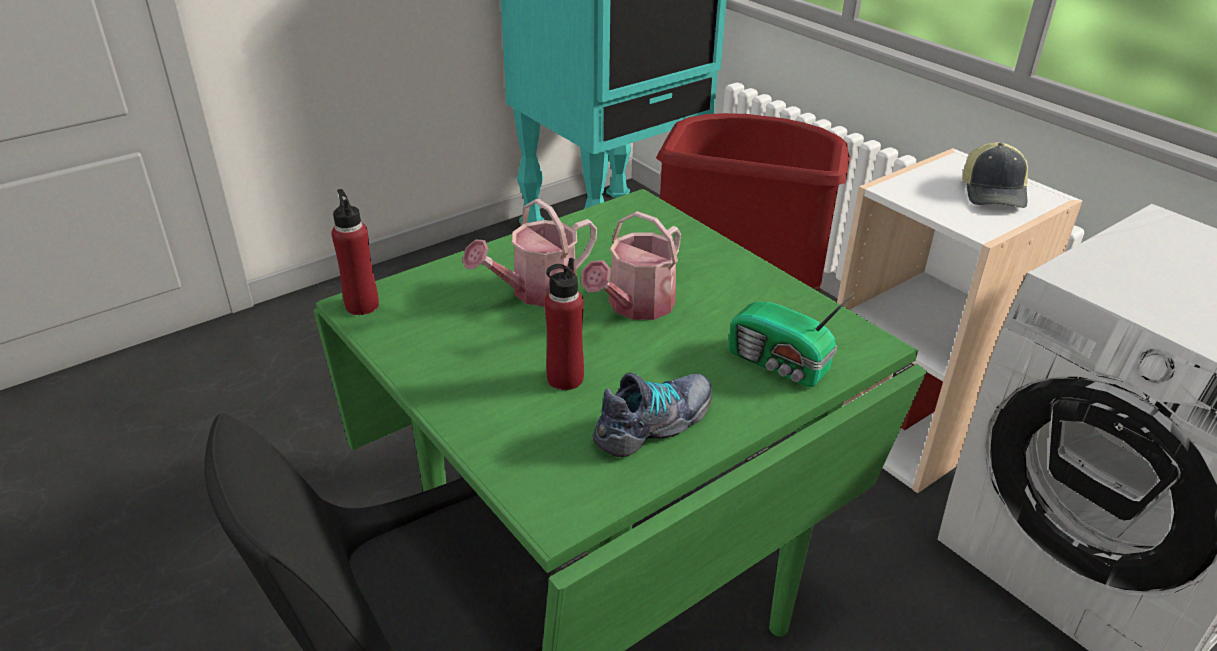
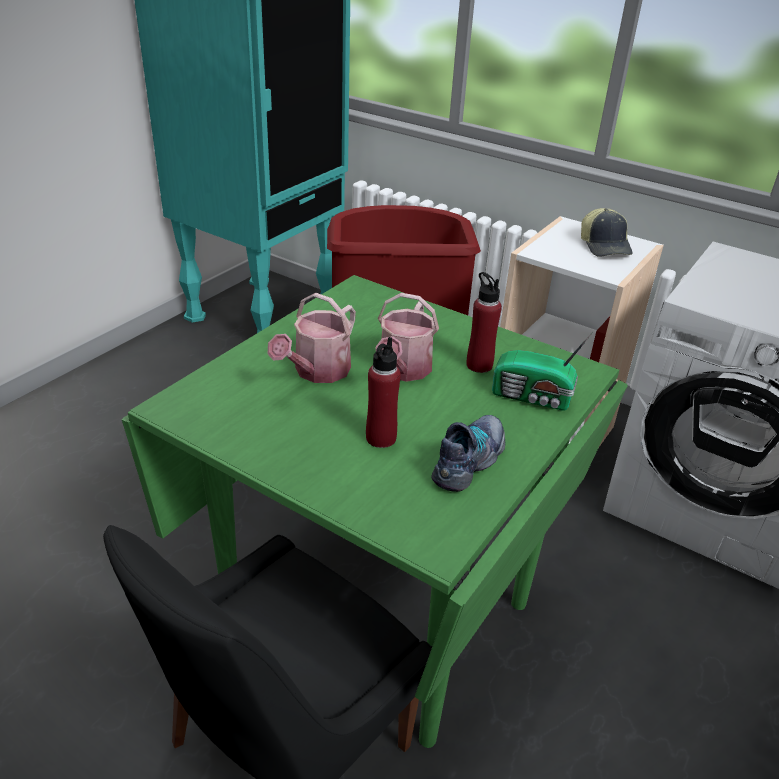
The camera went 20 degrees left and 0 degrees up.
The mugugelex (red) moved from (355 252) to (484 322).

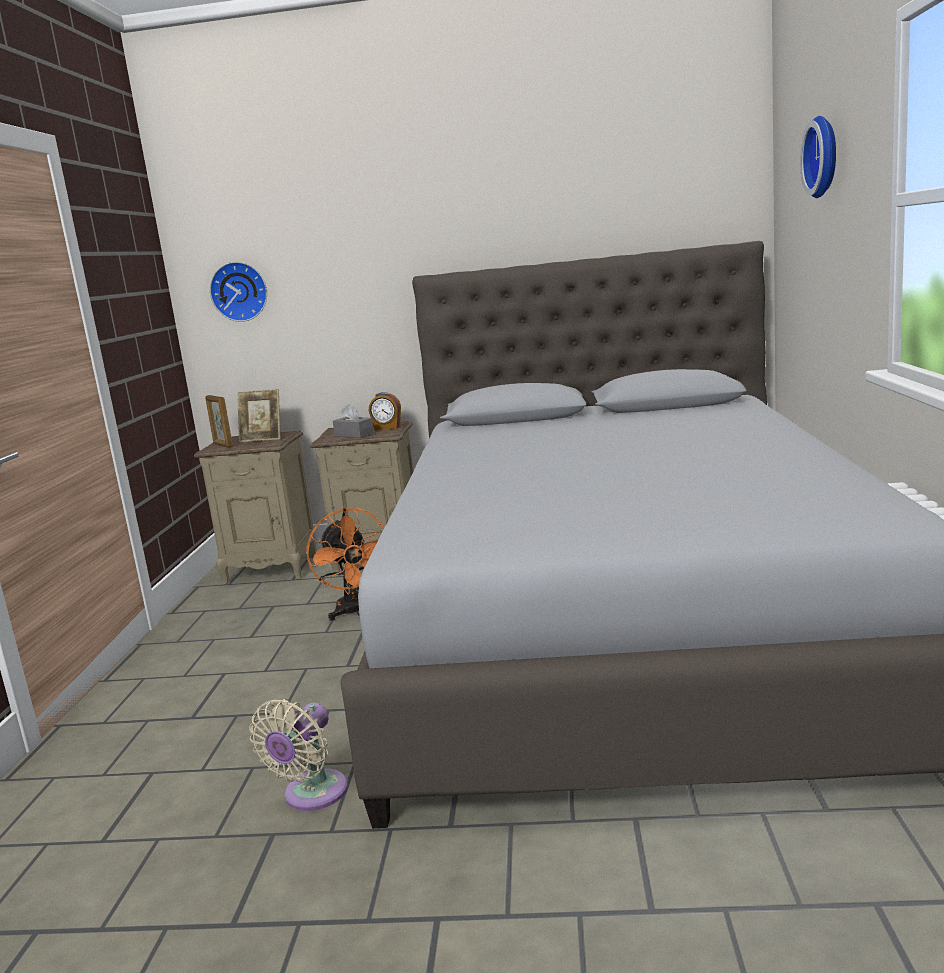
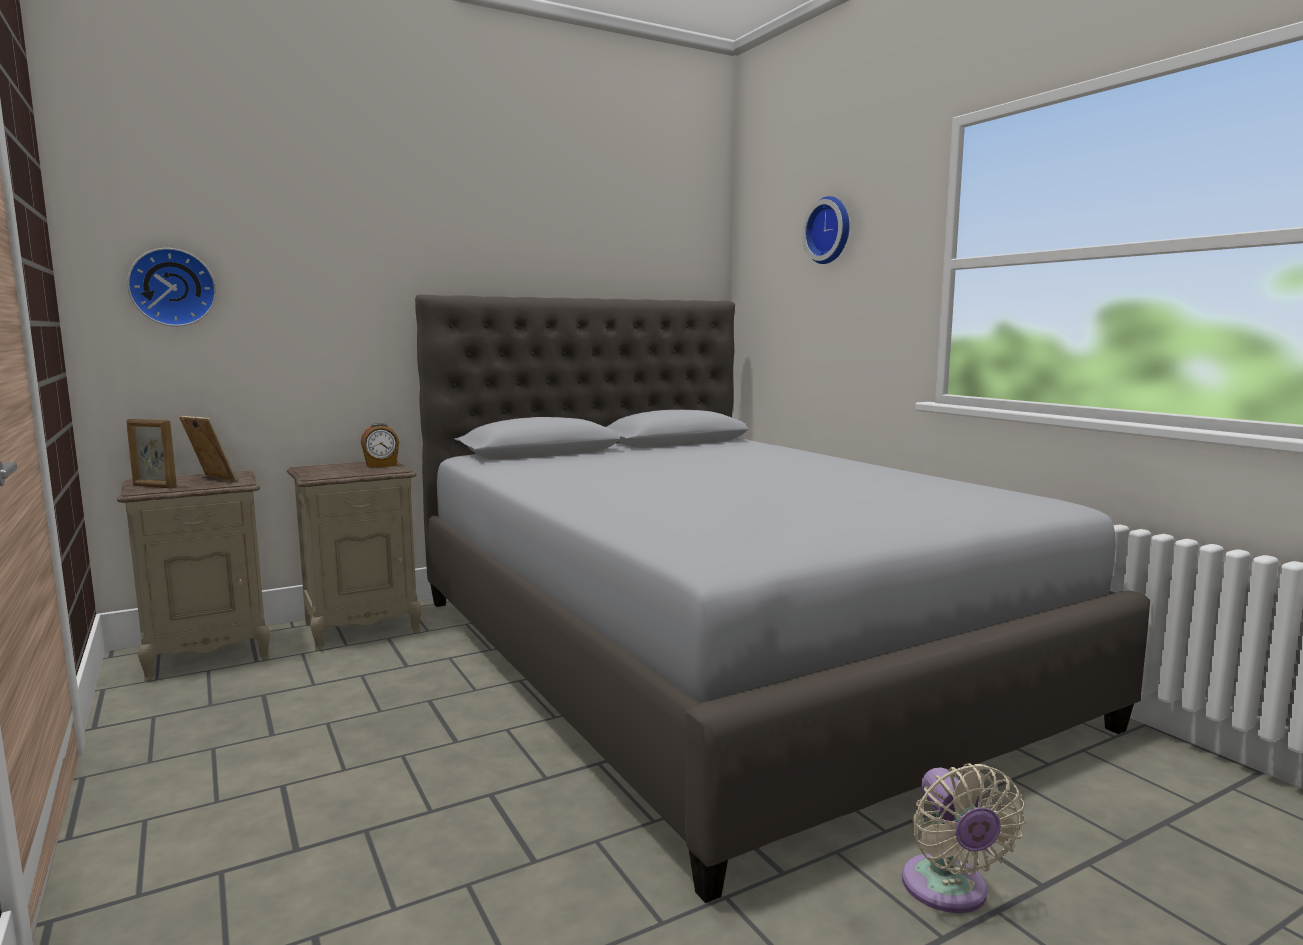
The camera went 35 degrees left and 5 degrees down.
The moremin at (259 415) turned 120 degrees counterclockwise.
The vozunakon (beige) moved from (298 755) to (964 838).
The vozunakon (orange) at (345 564) disappeared.
The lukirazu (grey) at (353 421) disappeared.

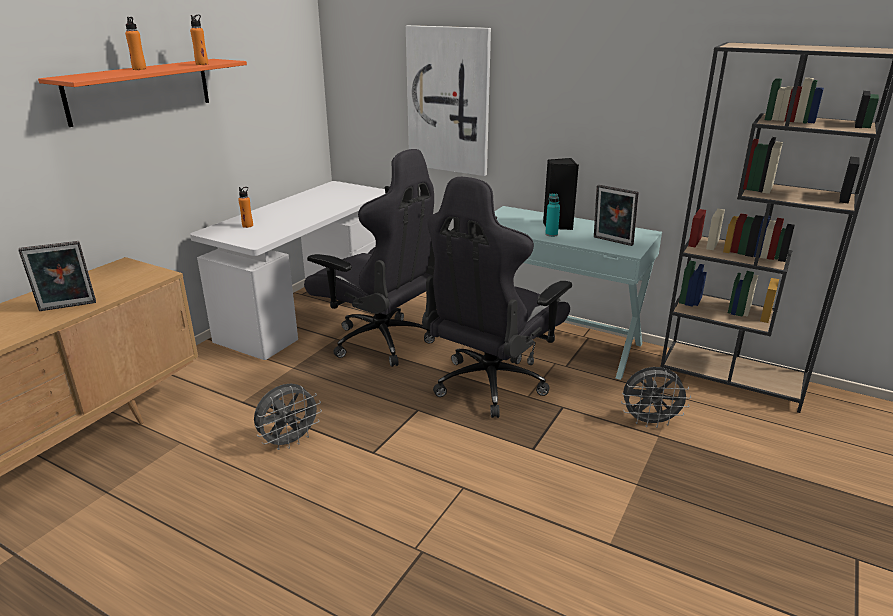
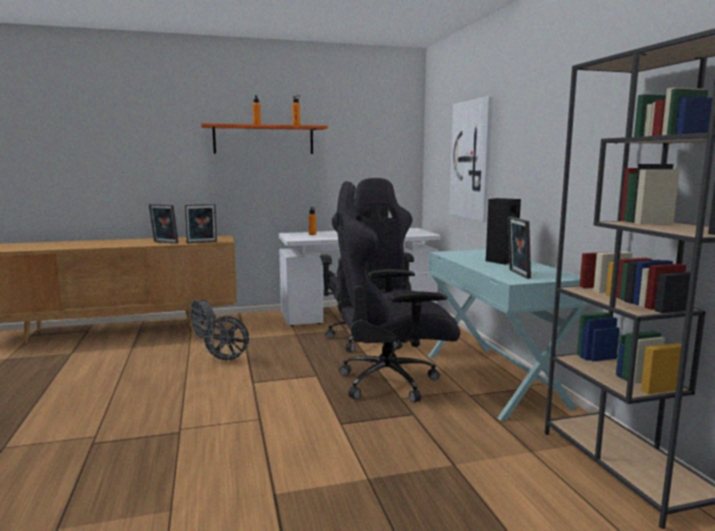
The camera went 45 degrees right and 15 degrees down.
The mugugelex (turquoise) at (552 215) disappeared.
The vozunakon (grey) moved from (656 397) to (202 319).
The moremin at (201 223) appeared.

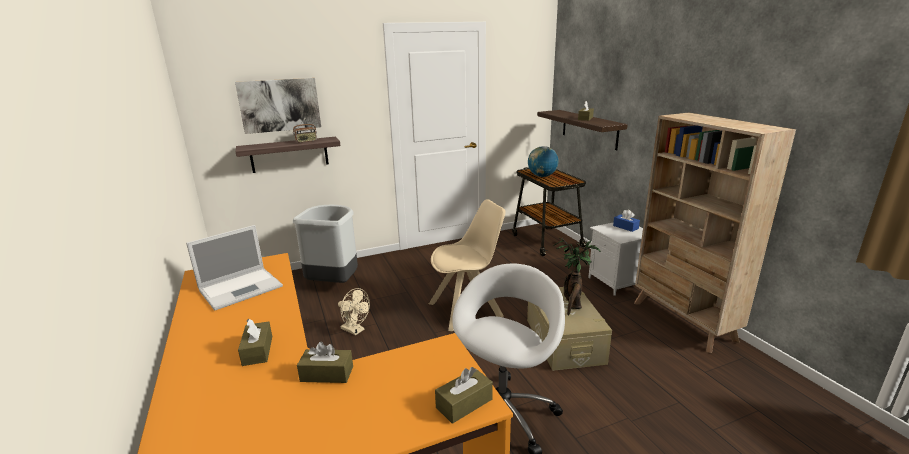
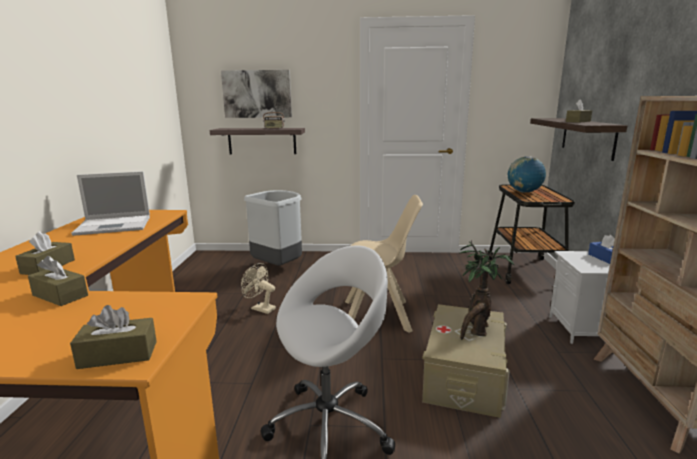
The camera went 25 degrees right and 5 degrees down.
The vozunakon (beige) at (354 312) turned 150 degrees clockwise.

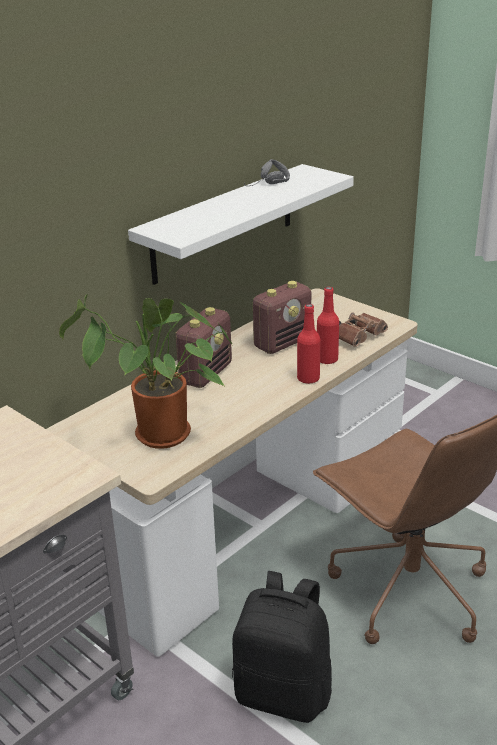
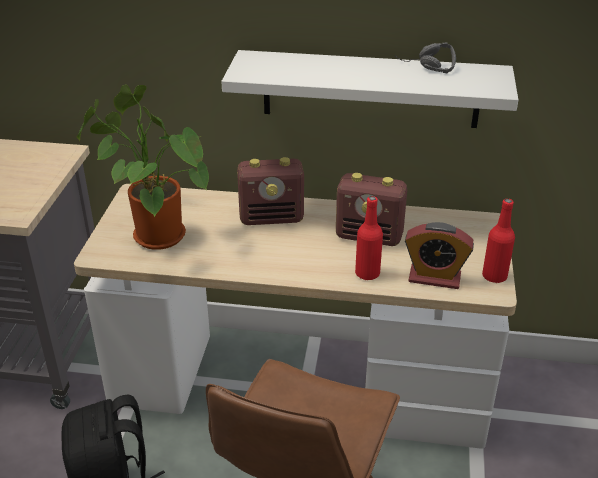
The camera went 55 degrees right and 5 degrees up.
The mugugelex (red) moved from (309 344) to (498 241).
The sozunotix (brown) at (363 329) was replaced by the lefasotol at (439 255).

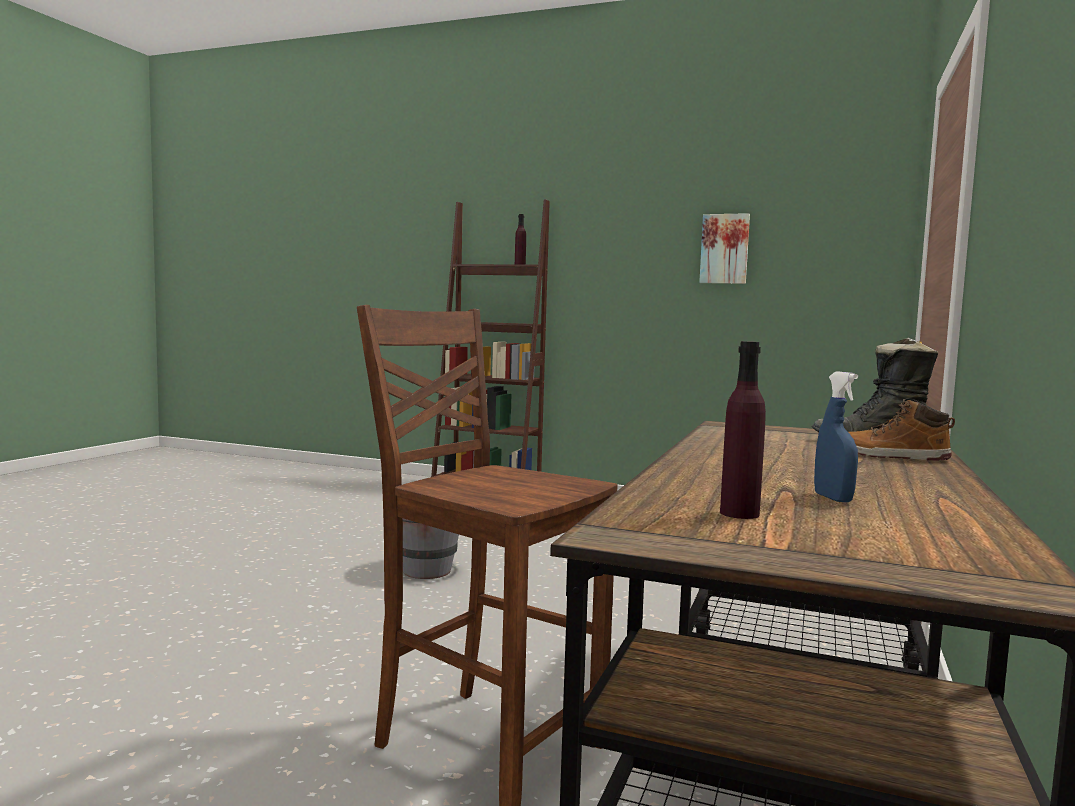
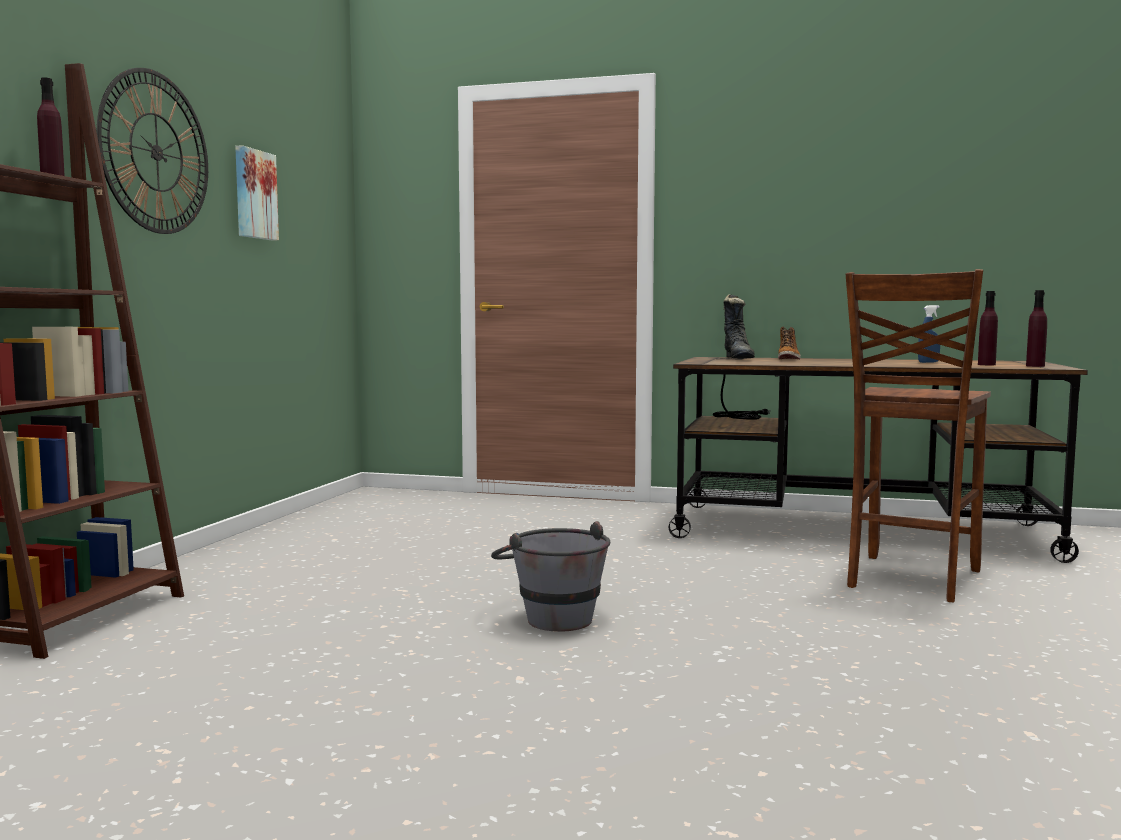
The camera went 95 degrees left and 0 degrees up.
The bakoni at (152 151) appeared.
The mugugelex (purple) at (1036 328) appeared.

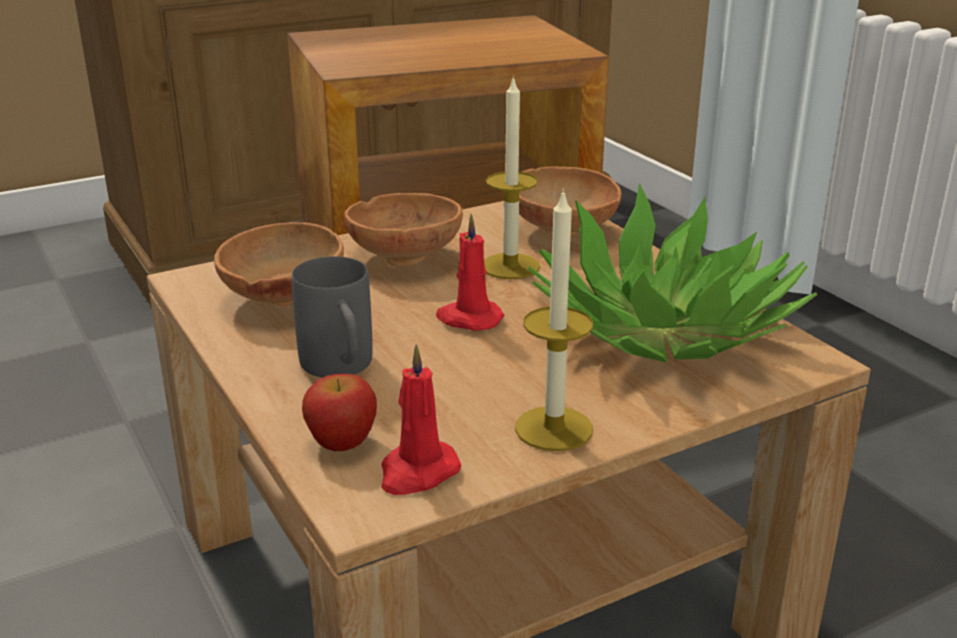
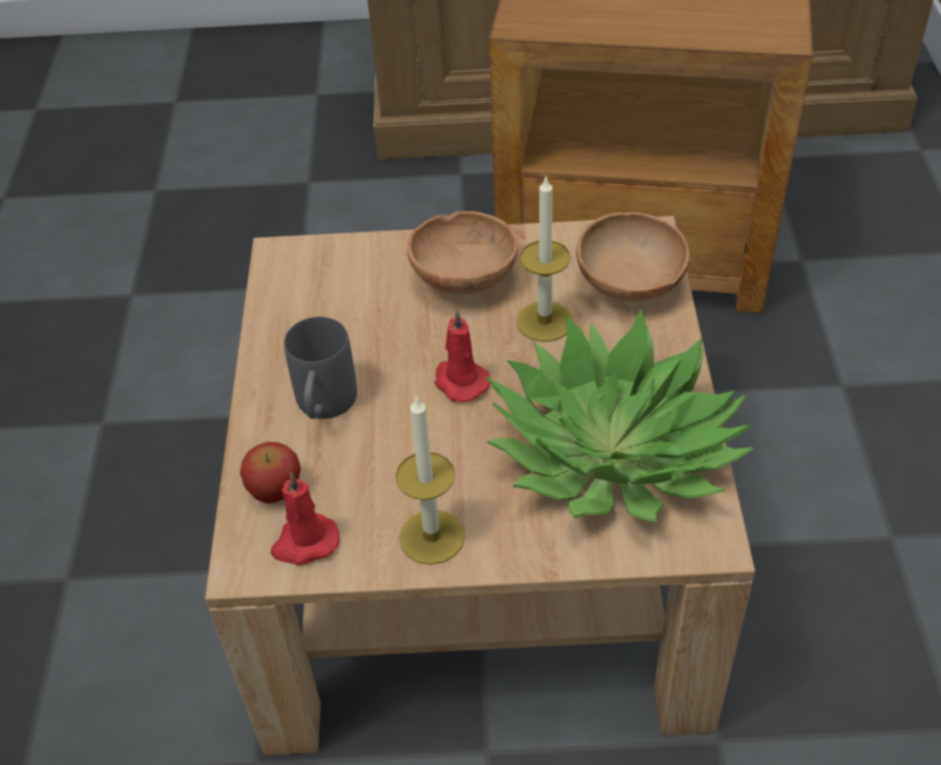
The camera went 30 degrees right and 20 degrees up.
The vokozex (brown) at (279 264) disappeared.

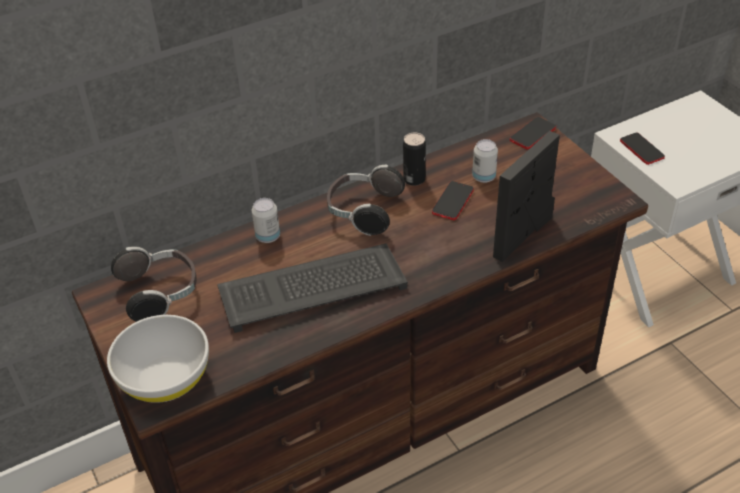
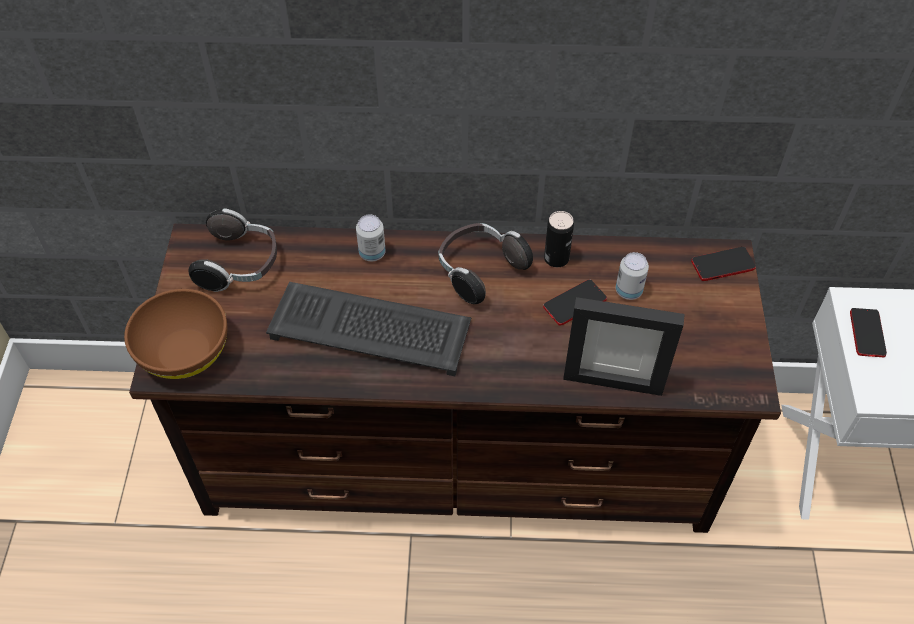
The camera went 30 degrees right and 10 degrees up.
The vokozex (white) at (158 359) became the vokozex (brown) at (175 334).
The moremin at (526 196) turned 150 degrees counterclockwise.

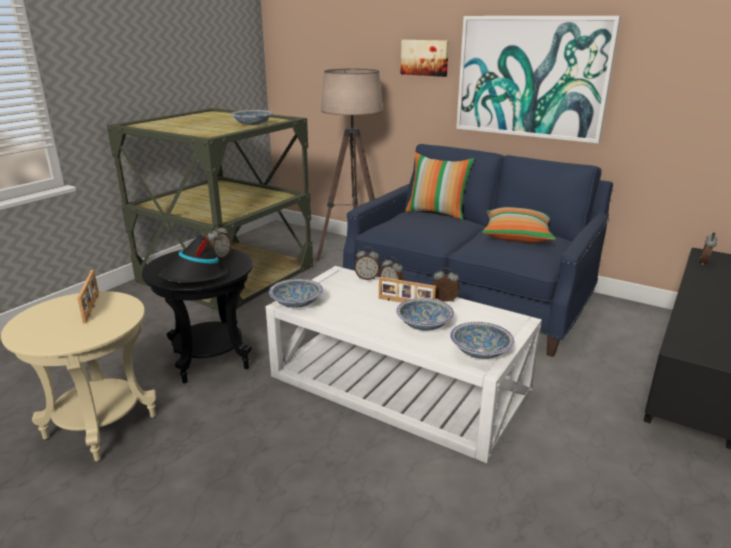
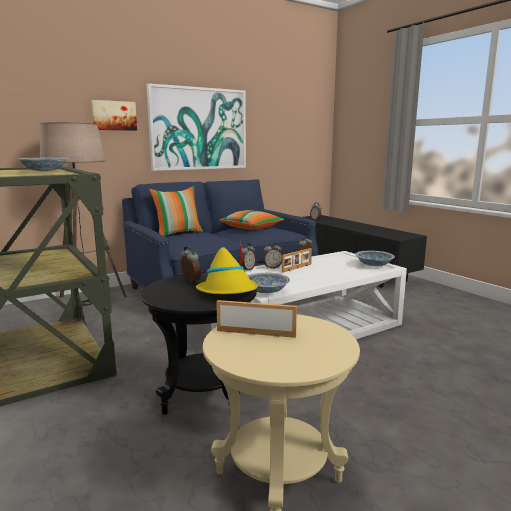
The camera went 65 degrees left and 10 degrees down.
The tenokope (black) at (193 259) became the tenokope (yellow) at (227 267).
The vokozex at (425 314) disappeared.

